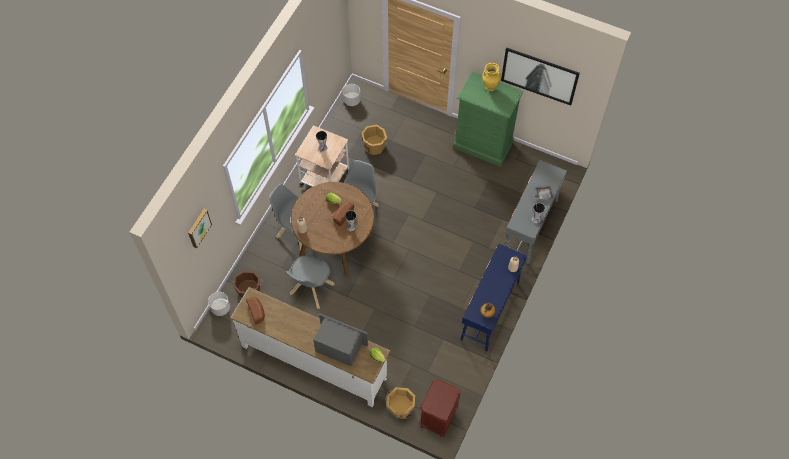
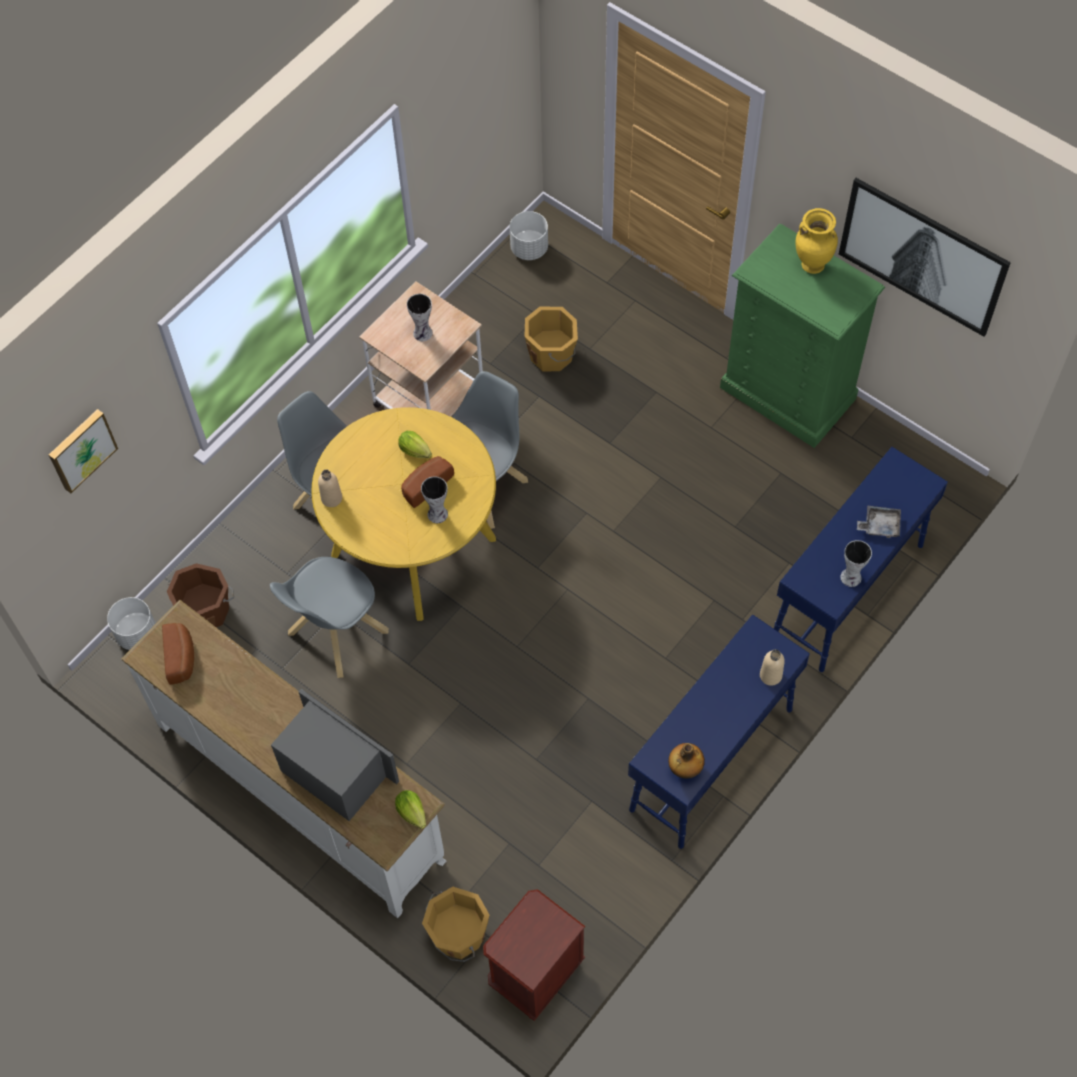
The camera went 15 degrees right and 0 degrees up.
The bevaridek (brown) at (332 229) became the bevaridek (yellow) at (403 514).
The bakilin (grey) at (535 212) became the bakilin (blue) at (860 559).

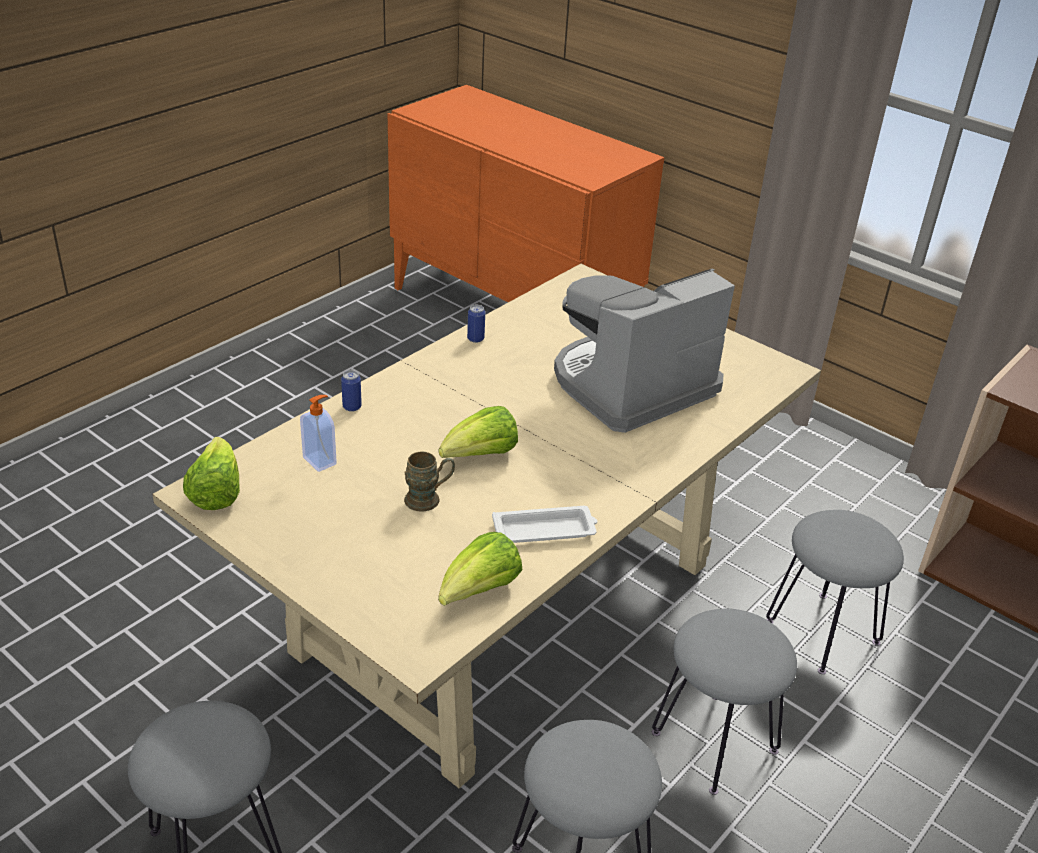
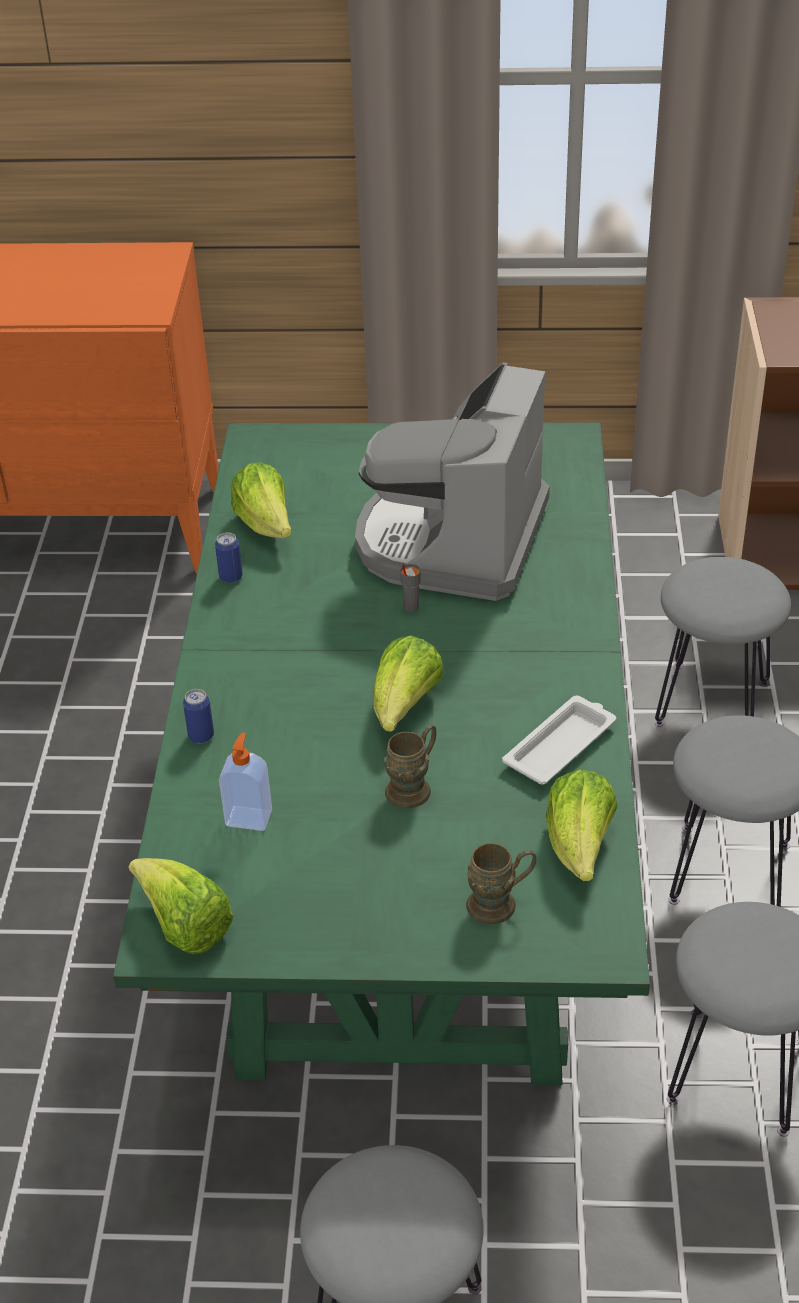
The camera went 35 degrees left and 5 degrees up.
The bevaridek (beige) at (486 526) became the bevaridek (green) at (381 753).
The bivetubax at (261 500) appeared.
The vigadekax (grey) at (410 588) appeared.
The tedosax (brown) at (501 883) appeared.

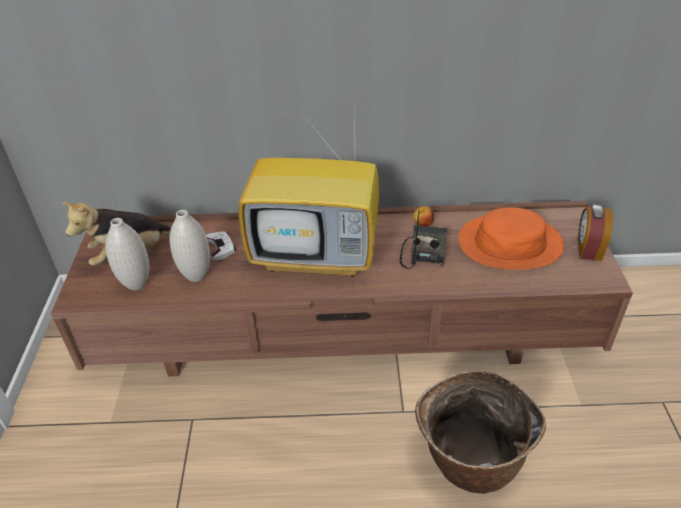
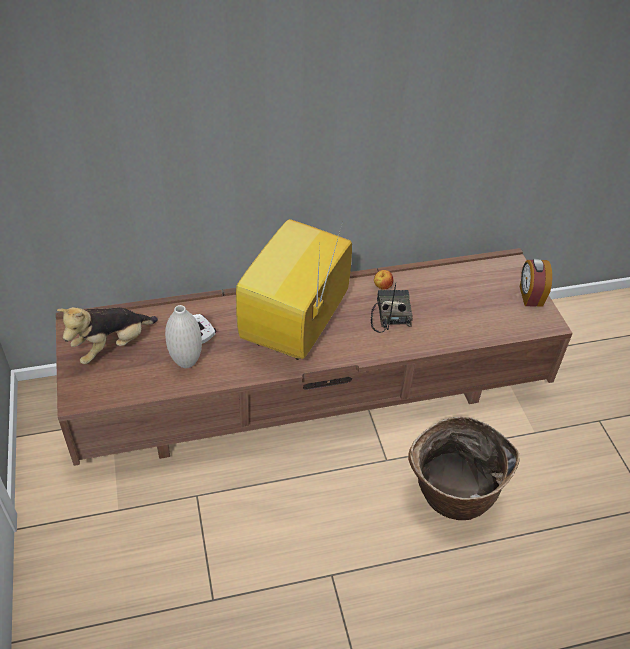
The camera went 15 degrees left and 5 degrees up.
The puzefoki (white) at (127 254) disappeared.
The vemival at (309 185) turned 120 degrees clockwise.
The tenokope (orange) at (511 238) disappeared.

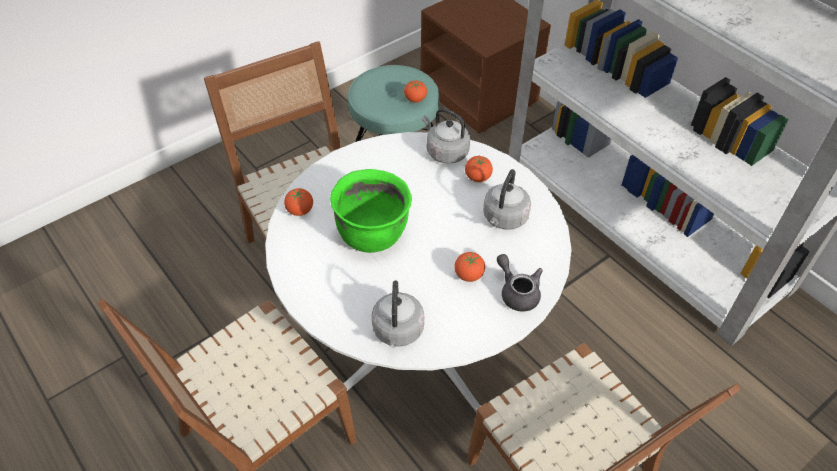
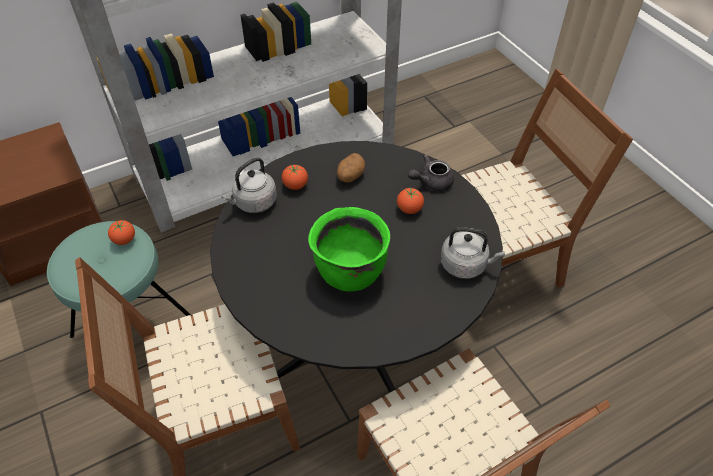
The camera went 80 degrees left and 0 degrees up.
The bevaridek (white) at (418 271) became the bevaridek (black) at (356 267).
The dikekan at (298 202) disappeared.
The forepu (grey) at (507 199) was replaced by the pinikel at (351 168).

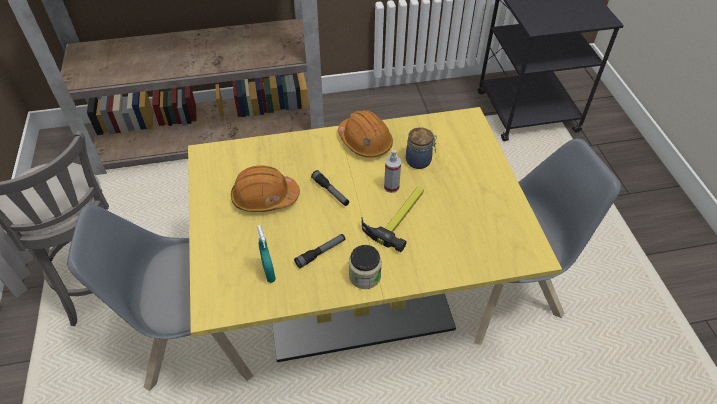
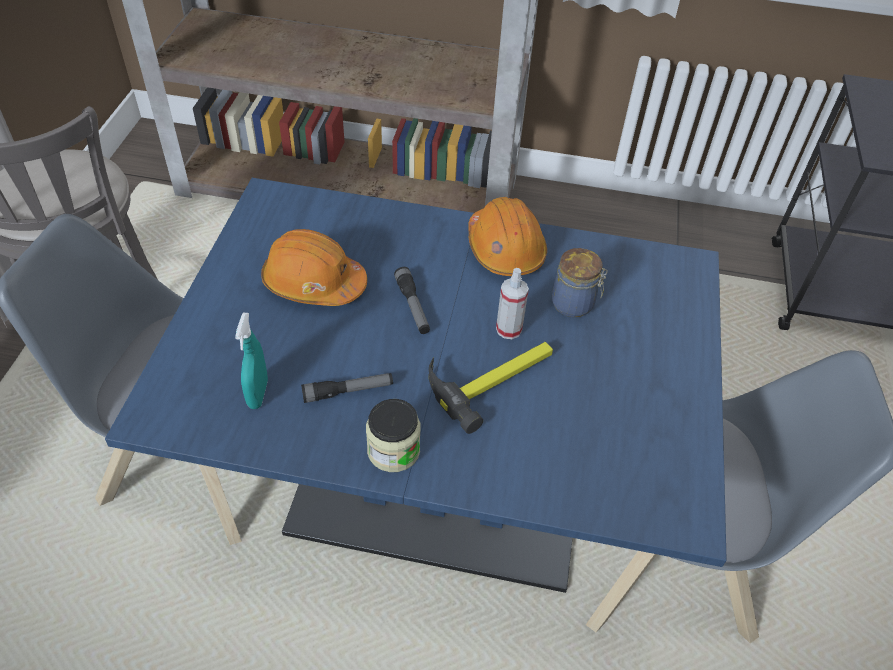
The camera went 20 degrees right and 0 degrees up.
The bevaridek (yellow) at (375 234) became the bevaridek (blue) at (416 385).

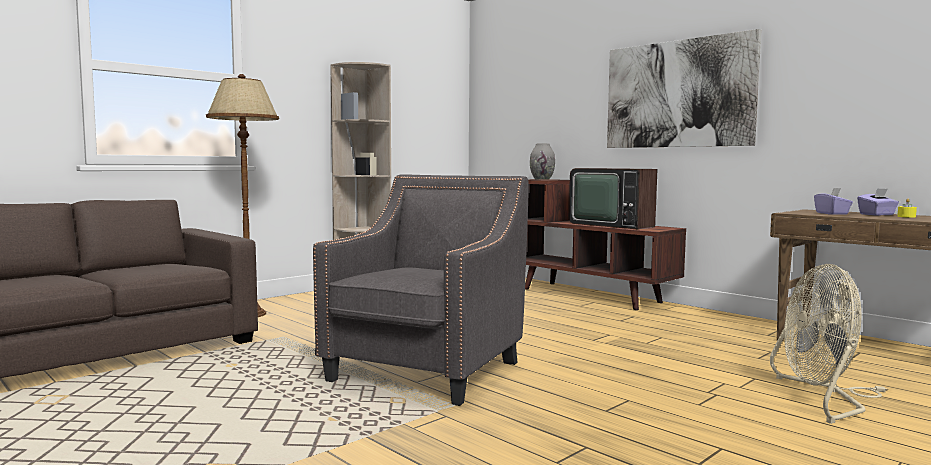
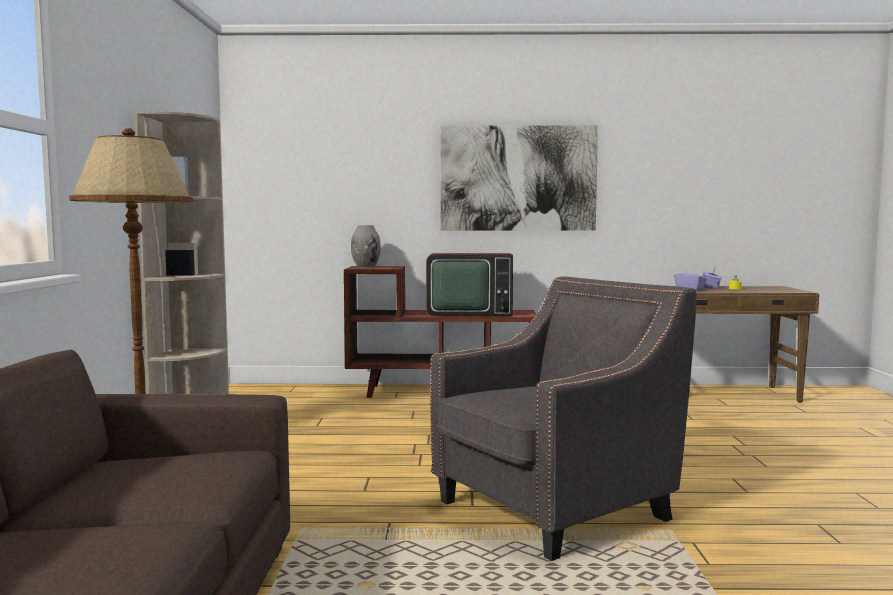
The camera went 45 degrees left and 0 degrees up.
The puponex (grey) at (421 290) turned 75 degrees clockwise.
The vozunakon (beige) at (829 344) disappeared.

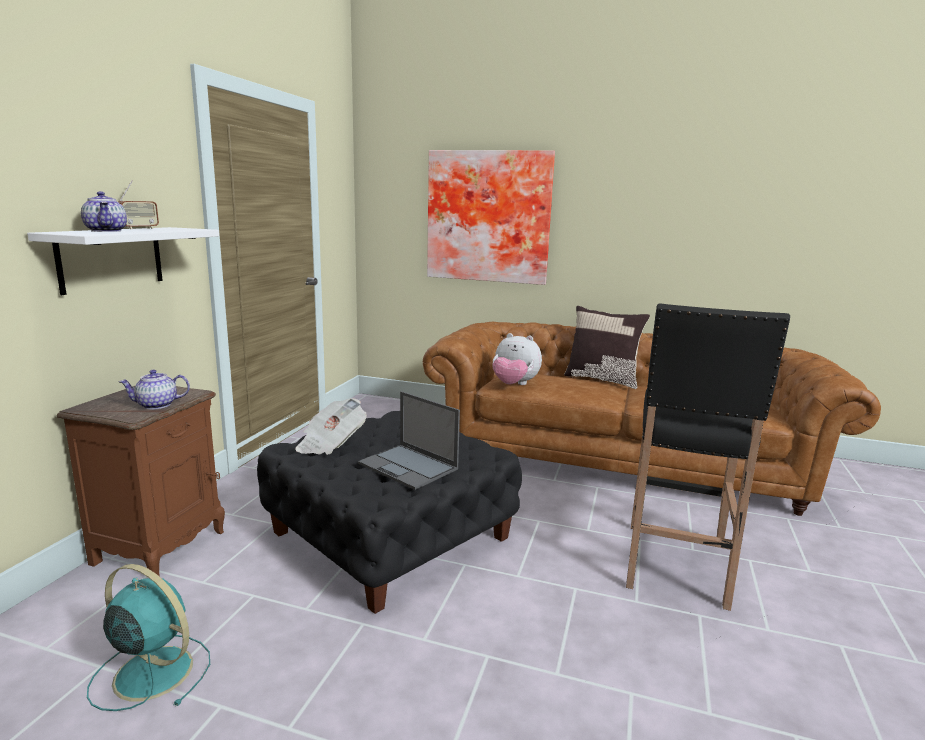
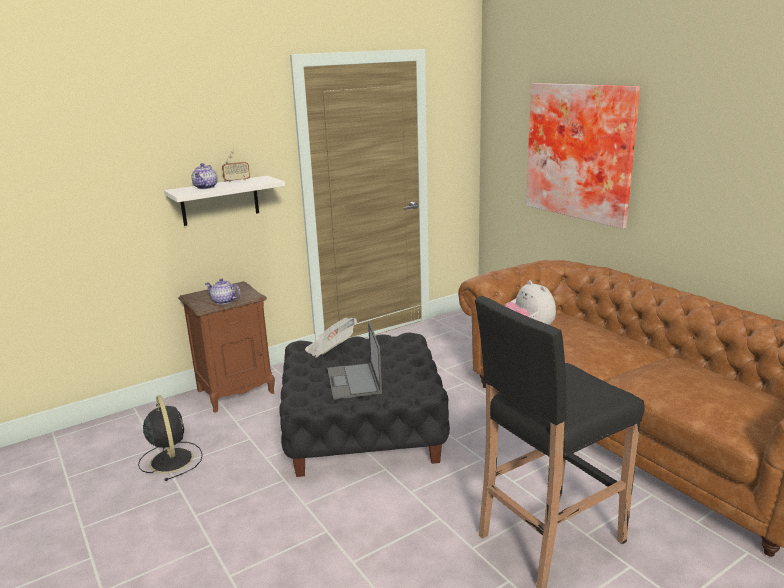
The camera went 40 degrees right and 5 degrees up.
The vozunakon (turquoise) at (148 637) became the vozunakon (black) at (170 438).
The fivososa at (607 347) disappeared.

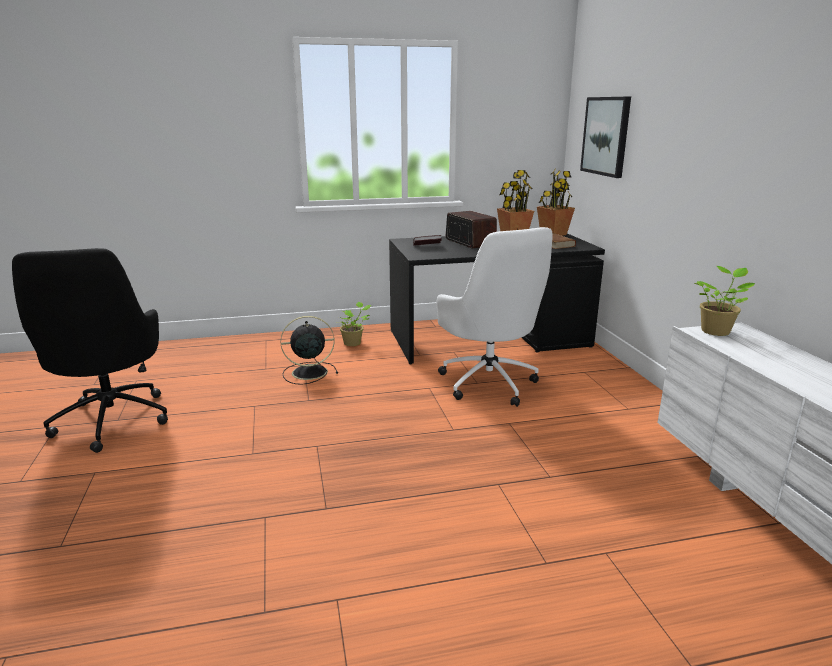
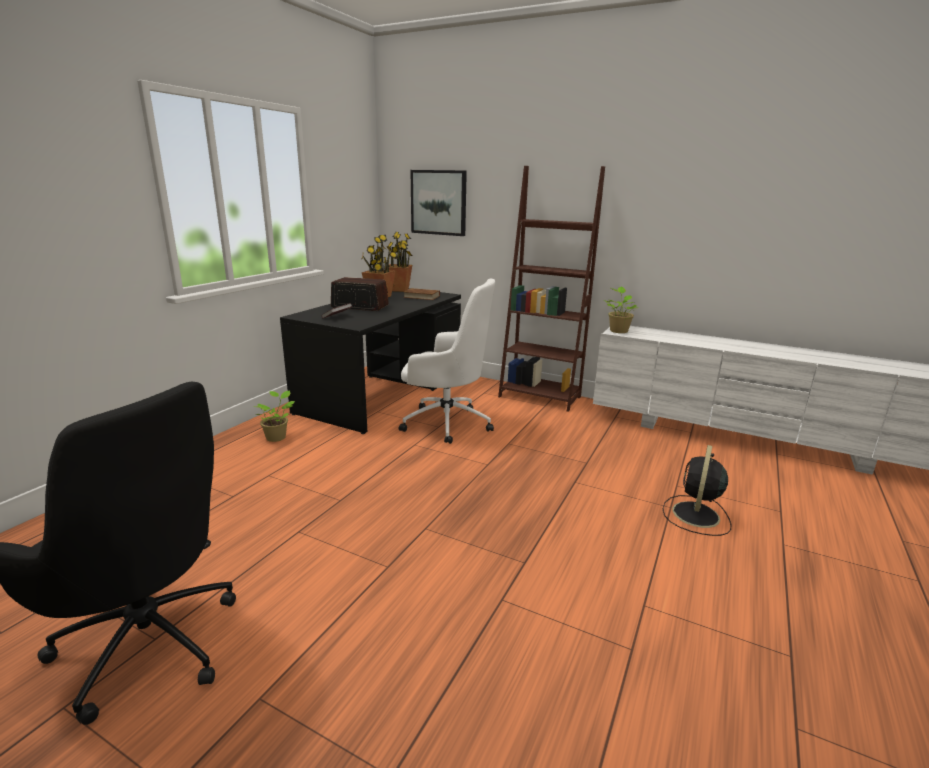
The camera went 50 degrees left and 0 degrees up.
The vozunakon (black) moved from (309 350) to (697 490).
The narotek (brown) at (551 289) appeared.

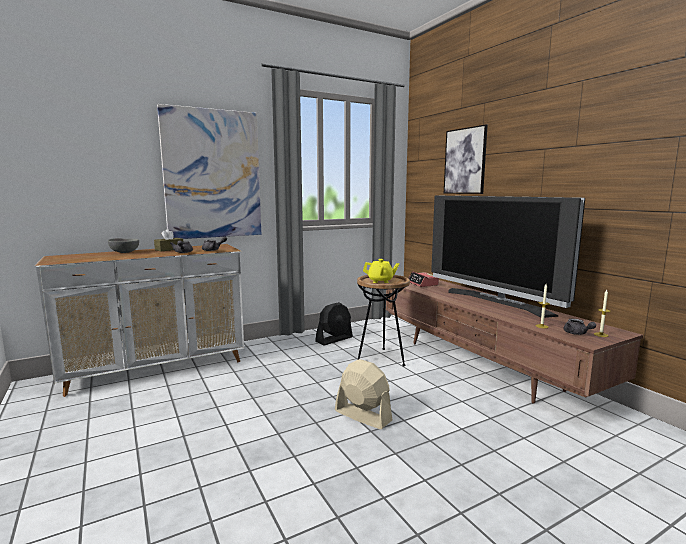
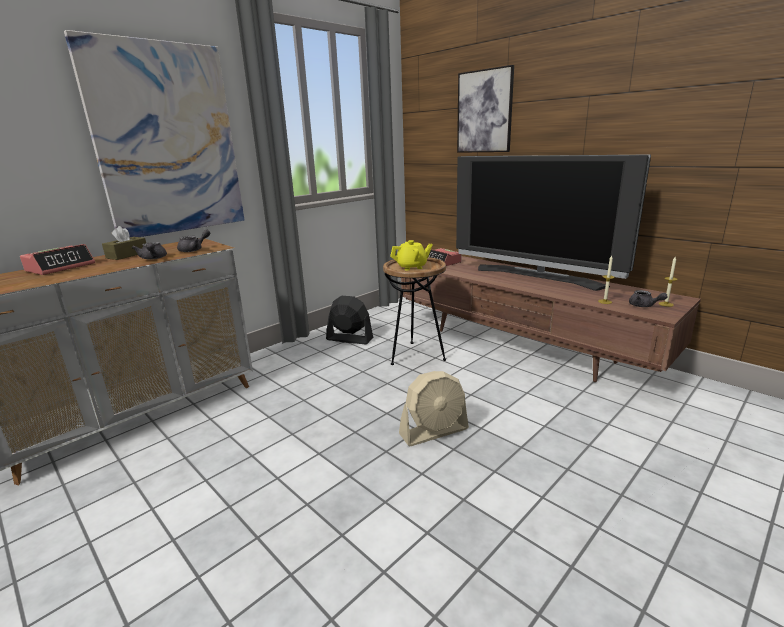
The camera went 15 degrees left and 10 degrees up.
The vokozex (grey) at (123 245) was replaced by the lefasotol at (57 259).
The vozunakon (black) at (334 324) turned 105 degrees counterclockwise.
The vozunakon (beige) at (364 394) turned 135 degrees clockwise.

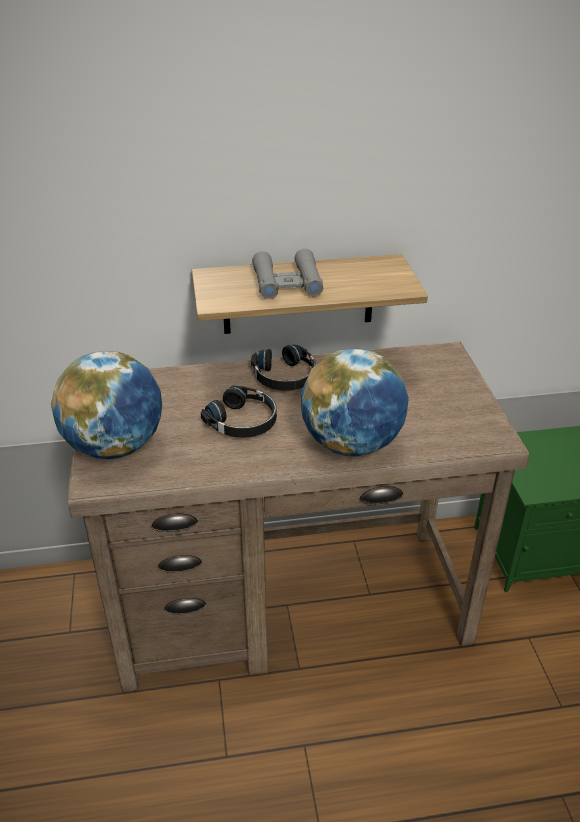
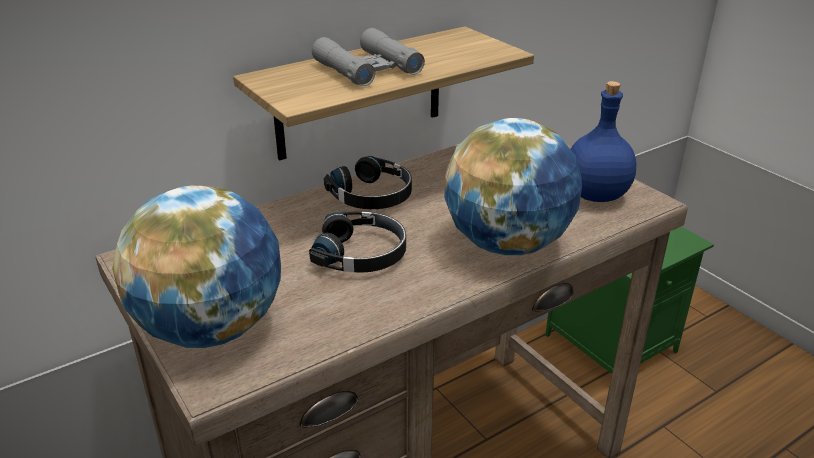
The camera went 25 degrees left and 5 degrees down.
The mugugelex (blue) at (603 141) appeared.

